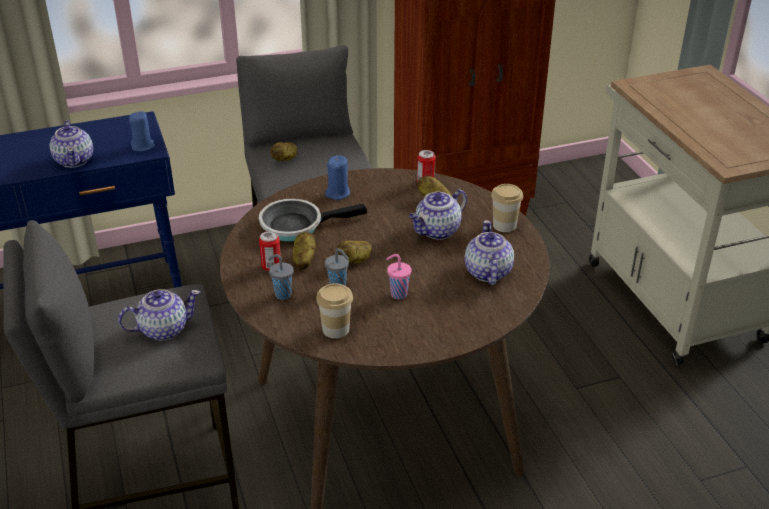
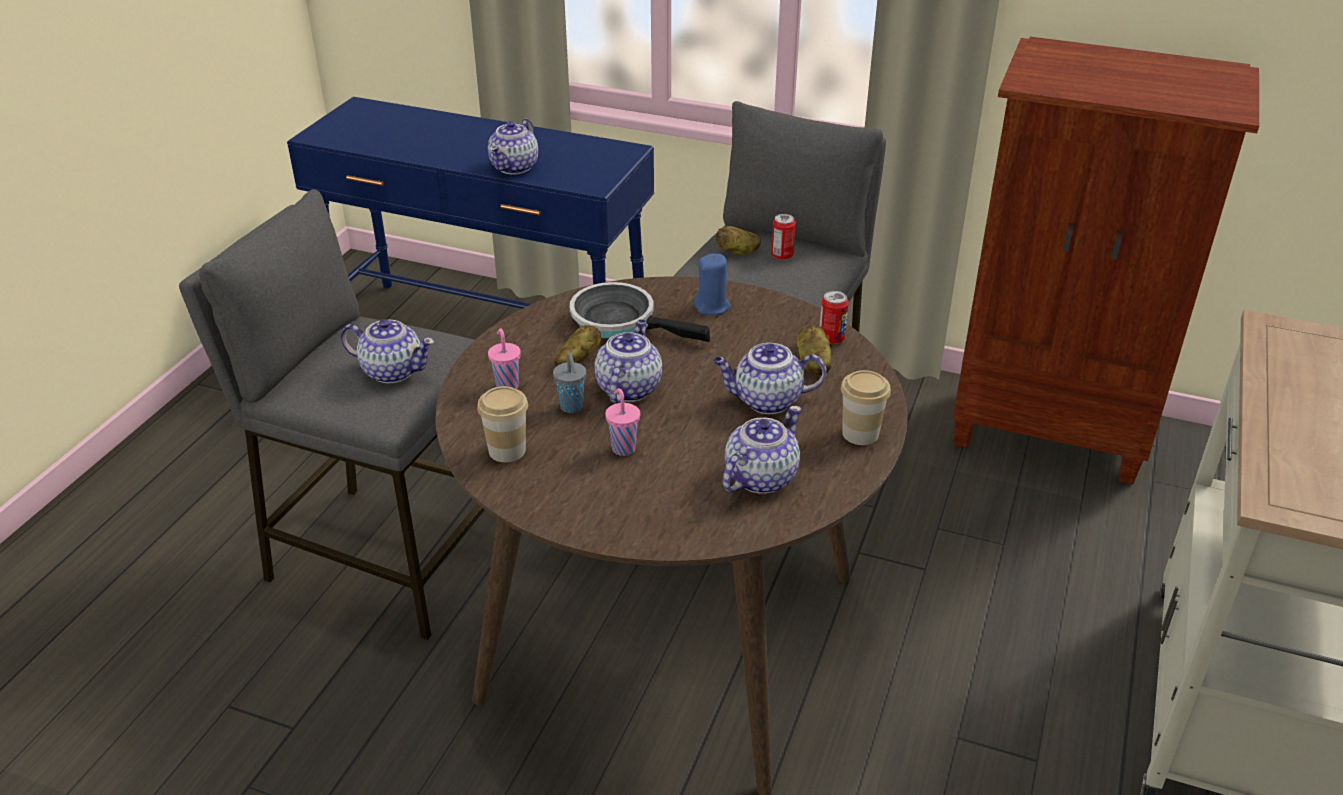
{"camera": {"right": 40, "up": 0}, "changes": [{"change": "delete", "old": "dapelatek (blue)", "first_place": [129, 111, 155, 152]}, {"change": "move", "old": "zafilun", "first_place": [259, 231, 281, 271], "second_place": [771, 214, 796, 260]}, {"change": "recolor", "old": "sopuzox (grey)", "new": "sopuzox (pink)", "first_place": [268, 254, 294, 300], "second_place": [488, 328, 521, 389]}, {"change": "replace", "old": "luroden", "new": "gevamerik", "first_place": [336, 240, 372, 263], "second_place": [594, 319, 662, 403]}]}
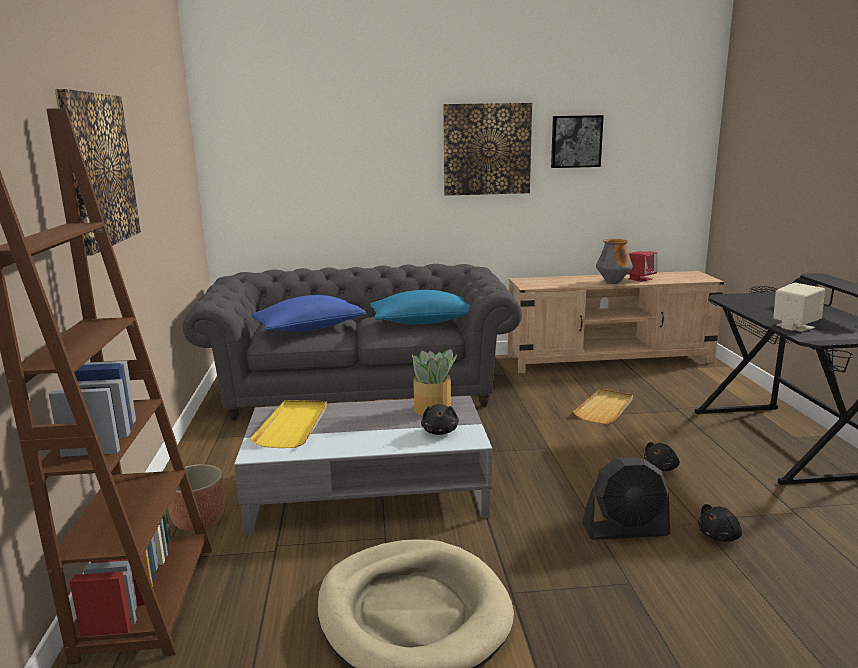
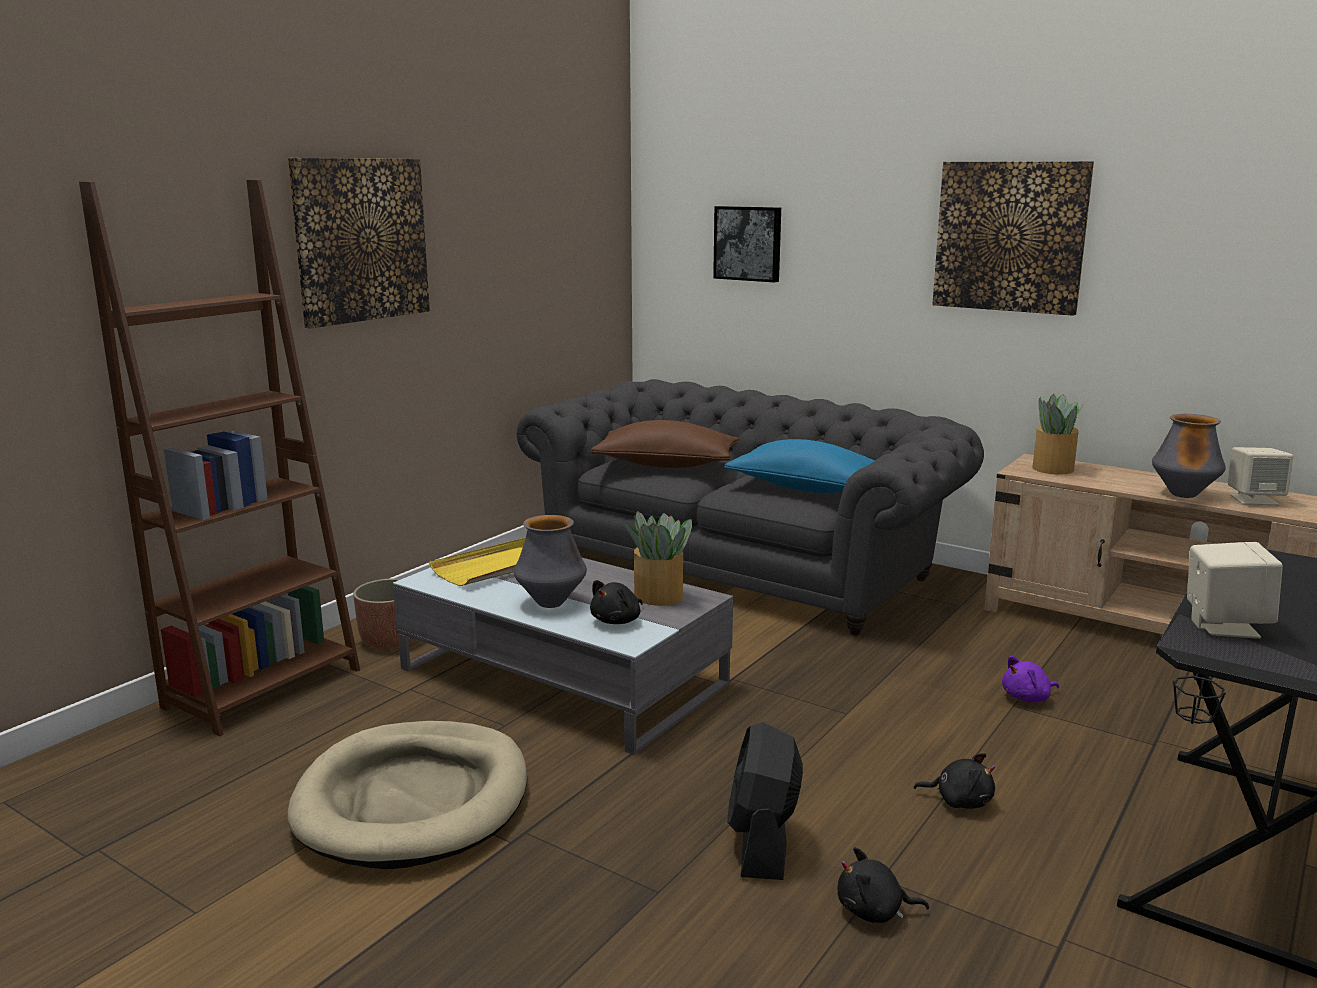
{"camera": {"right": 40, "up": 0}, "changes": [{"change": "recolor", "old": "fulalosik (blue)", "new": "fulalosik (brown)", "first_place": [251, 295, 366, 332], "second_place": [591, 420, 739, 468]}, {"change": "move", "old": "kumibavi", "first_place": [551, 115, 604, 168], "second_place": [713, 206, 781, 283]}, {"change": "replace", "old": "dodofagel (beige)", "new": "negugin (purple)", "first_place": [573, 389, 633, 424], "second_place": [1002, 656, 1059, 703]}, {"change": "rotate", "old": "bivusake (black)", "first_place": [582, 457, 670, 540], "second_place": [727, 722, 803, 880], "degrees": 60}, {"change": "recolor", "old": "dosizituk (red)", "new": "dosizituk (beige)", "first_place": [628, 251, 657, 282], "second_place": [1228, 447, 1293, 505]}, {"change": "rotate", "old": "negugin (black)", "first_place": [644, 442, 680, 471], "second_place": [914, 753, 995, 809], "degrees": -150}, {"change": "insert", "new": "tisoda", "second_place": [514, 515, 587, 608]}, {"change": "insert", "new": "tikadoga", "second_place": [1032, 394, 1084, 475]}]}
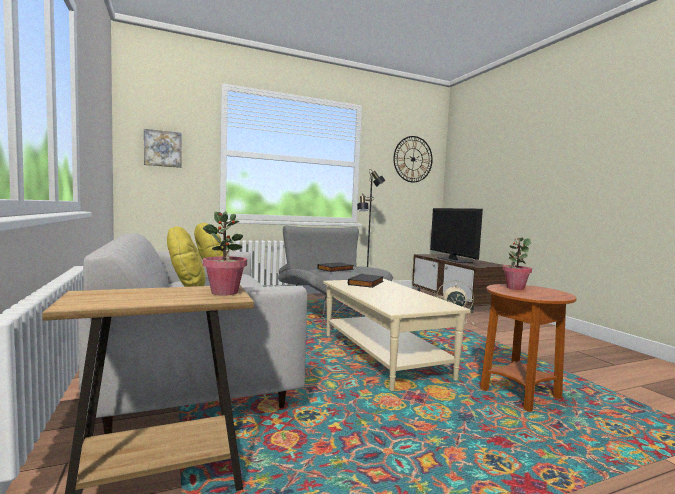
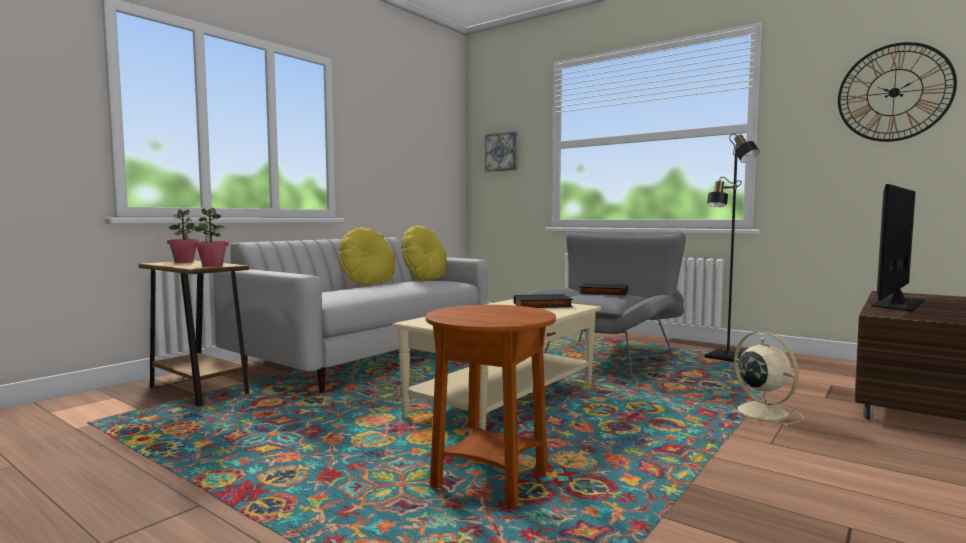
{"camera": {"right": 60, "up": 0}, "changes": [{"change": "move", "old": "tikadoga", "first_place": [502, 238, 532, 290], "second_place": [167, 208, 199, 262]}]}
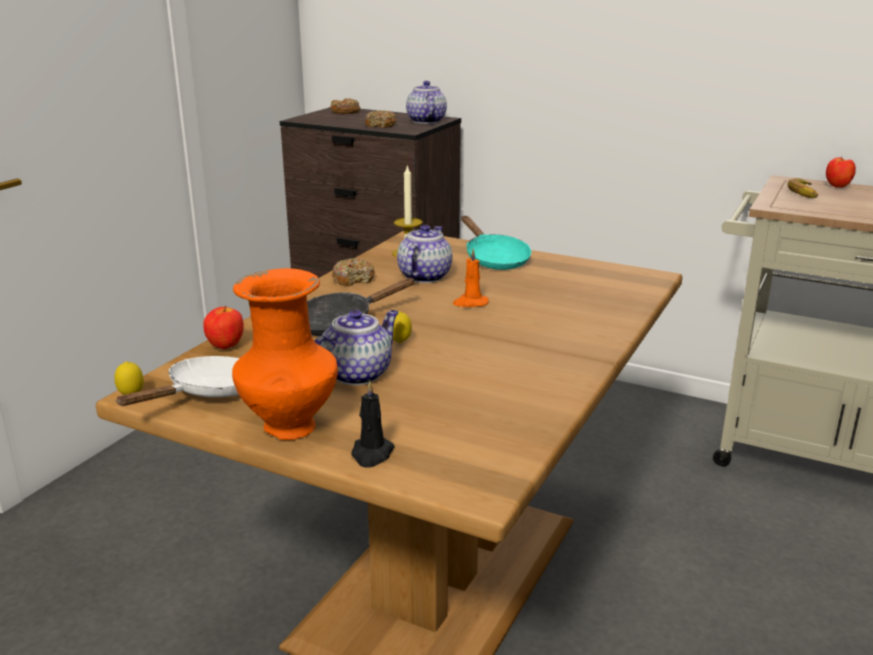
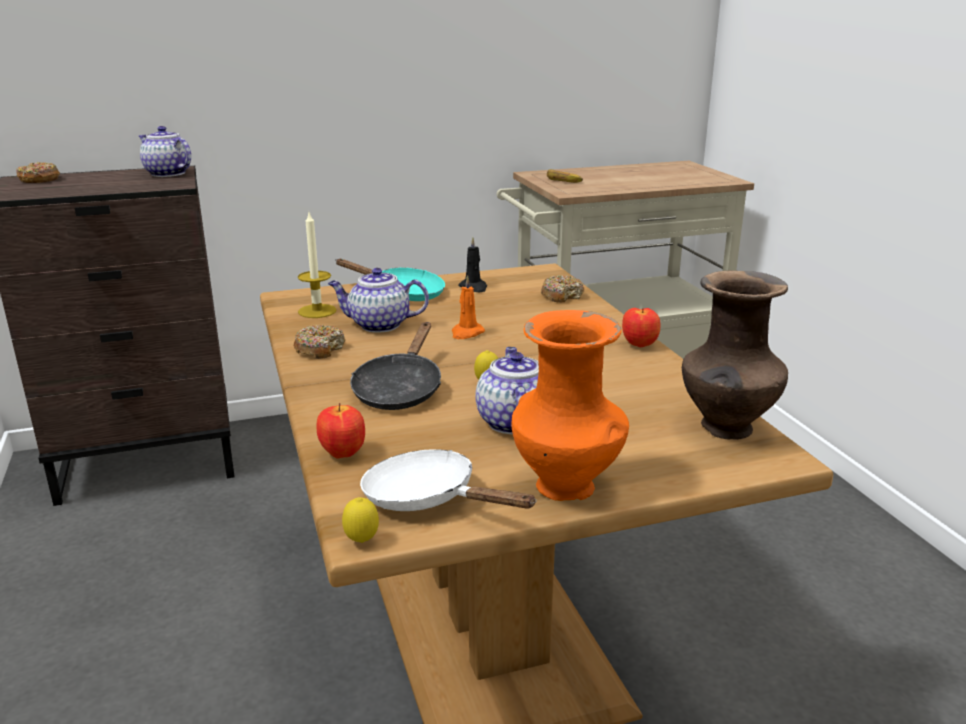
{"camera": {"right": -45, "up": 0}, "changes": [{"change": "rotate", "old": "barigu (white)", "first_place": [115, 356, 239, 406], "second_place": [360, 449, 537, 511], "degrees": -45}, {"change": "move", "old": "dapelatek (black)", "first_place": [351, 381, 395, 468], "second_place": [458, 237, 487, 292]}, {"change": "move", "old": "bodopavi", "first_place": [365, 110, 396, 128], "second_place": [541, 275, 584, 303]}, {"change": "rotate", "old": "gevamerik", "first_place": [397, 225, 452, 283], "second_place": [328, 268, 429, 333], "degrees": -60}, {"change": "move", "old": "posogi", "first_place": [826, 157, 856, 188], "second_place": [622, 308, 661, 347]}, {"change": "insert", "new": "tisoda (brown)", "second_place": [682, 271, 788, 440]}]}
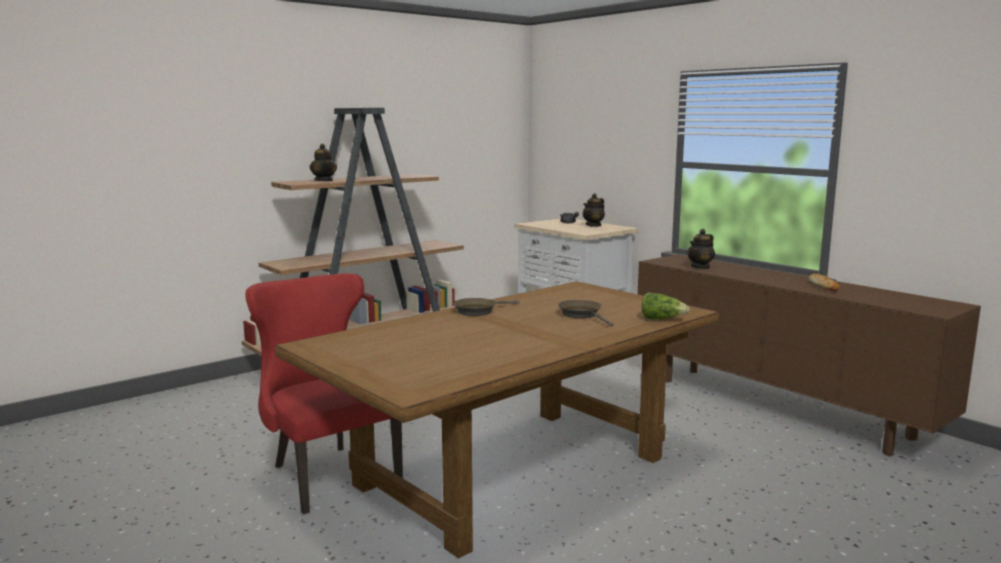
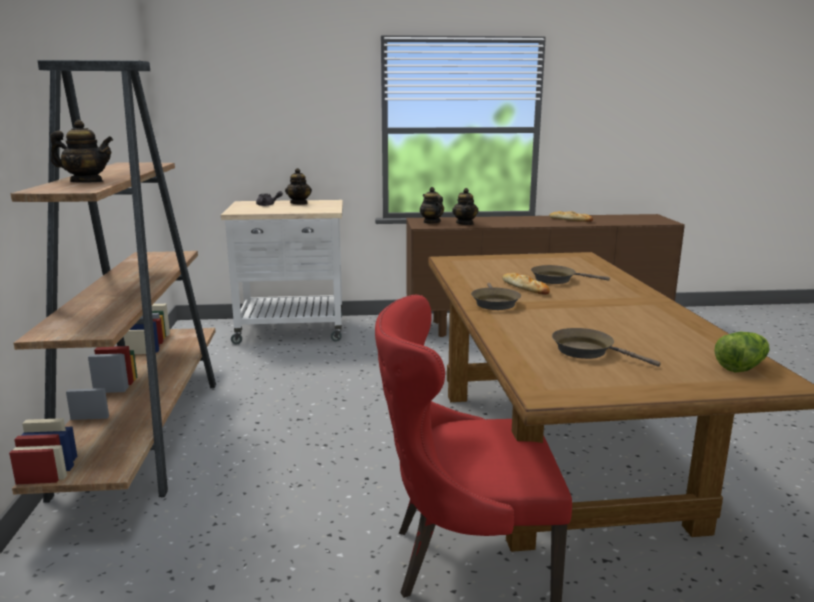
{"camera": {"right": -55, "up": 5}, "changes": [{"change": "move", "old": "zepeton", "first_place": [642, 292, 690, 320], "second_place": [714, 332, 769, 372]}, {"change": "insert", "new": "gevamerik", "second_place": [420, 187, 444, 224]}, {"change": "insert", "new": "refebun", "second_place": [502, 273, 550, 295]}, {"change": "insert", "new": "barigu (brown)", "second_place": [552, 328, 661, 367]}]}
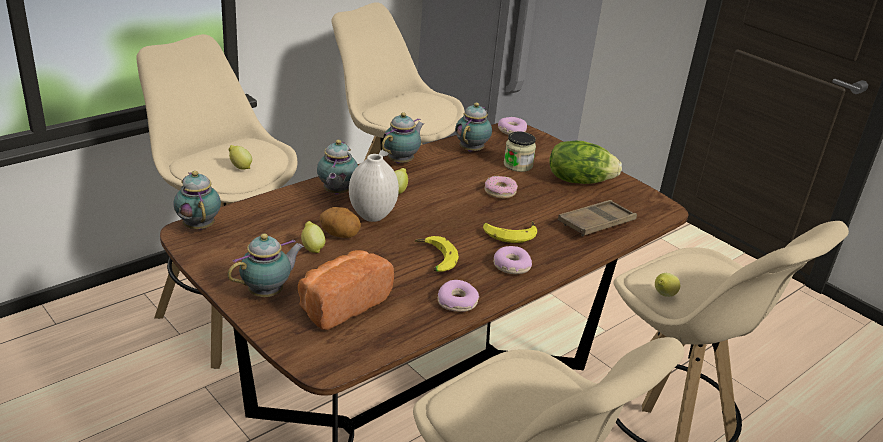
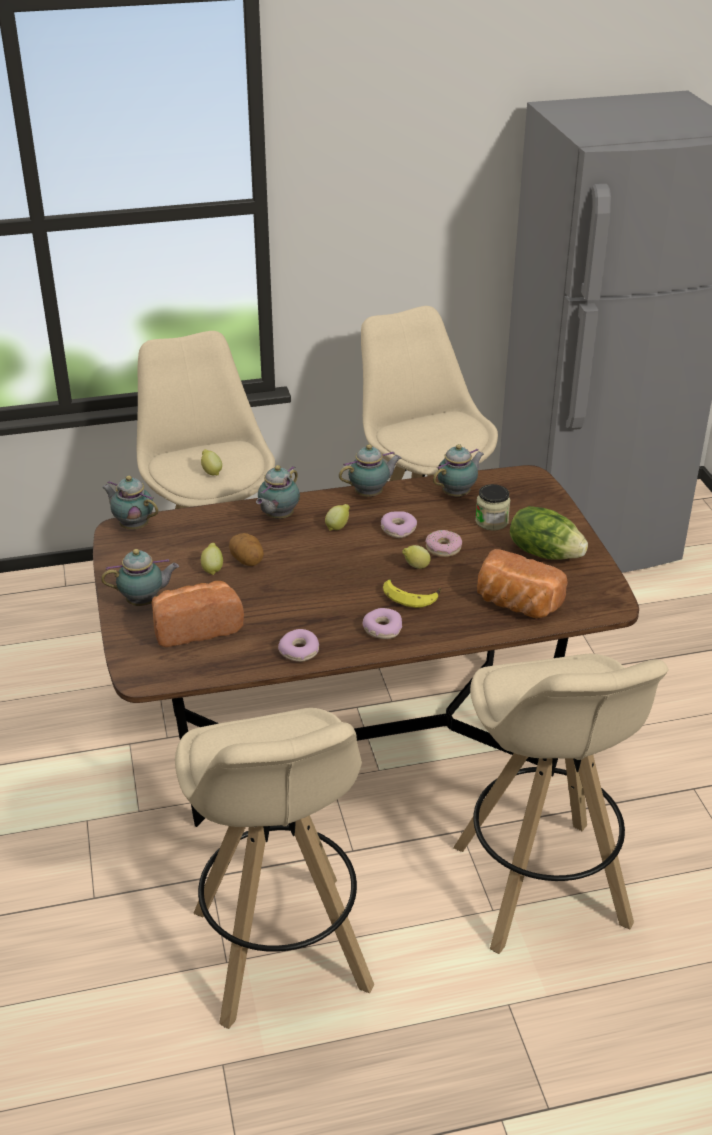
{"camera": {"right": 30, "up": 5}, "changes": [{"change": "rotate", "old": "gevamerik", "first_place": [173, 171, 221, 230], "second_place": [102, 476, 159, 529], "degrees": -60}, {"change": "delete", "old": "tisoda (white)", "first_place": [349, 154, 399, 222]}, {"change": "delete", "old": "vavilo", "first_place": [415, 236, 459, 272]}, {"change": "move", "old": "bodopavi", "first_place": [498, 117, 527, 135], "second_place": [381, 511, 417, 538]}, {"change": "replace", "old": "dodofagel (brown)", "new": "refebun", "first_place": [558, 200, 637, 236], "second_place": [477, 549, 568, 618]}, {"change": "move", "old": "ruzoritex", "first_place": [655, 273, 680, 297], "second_place": [402, 545, 431, 569]}]}
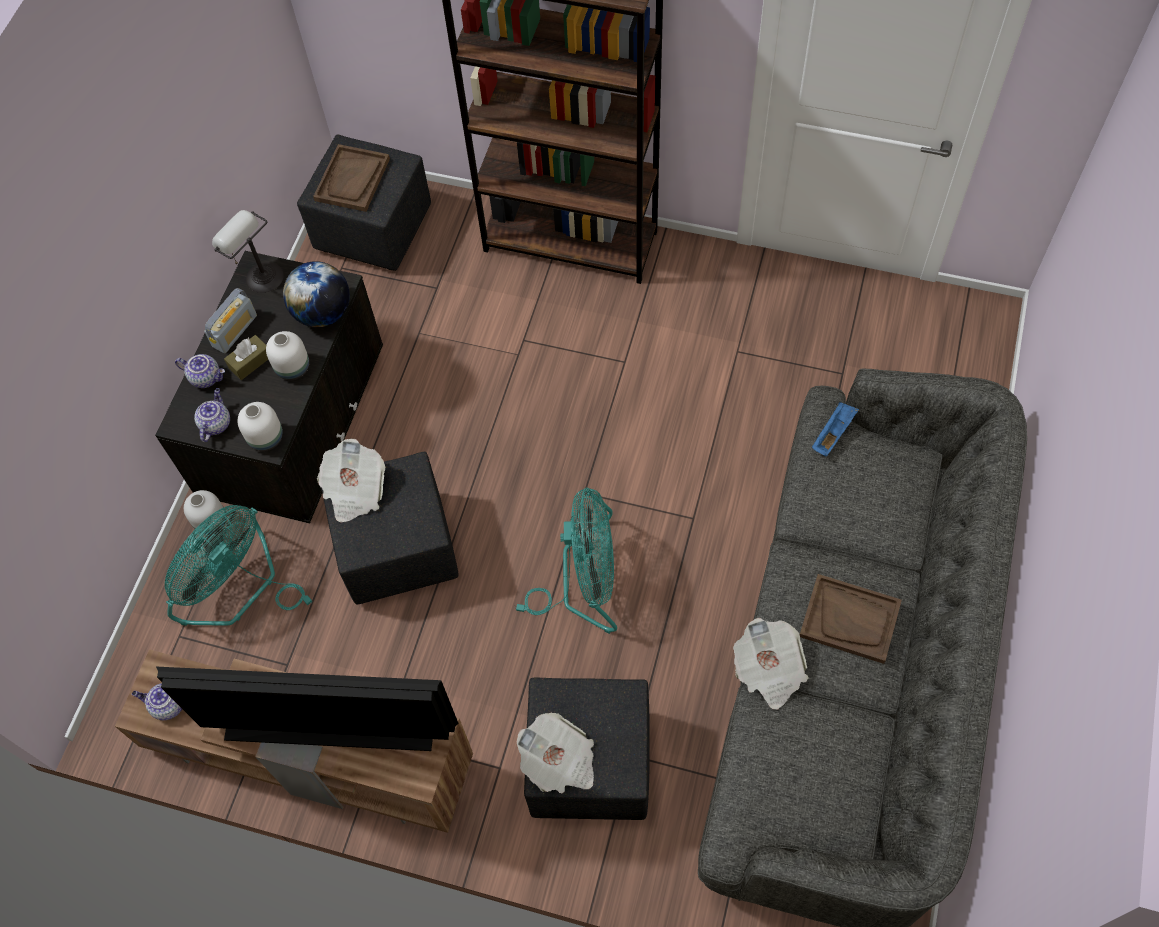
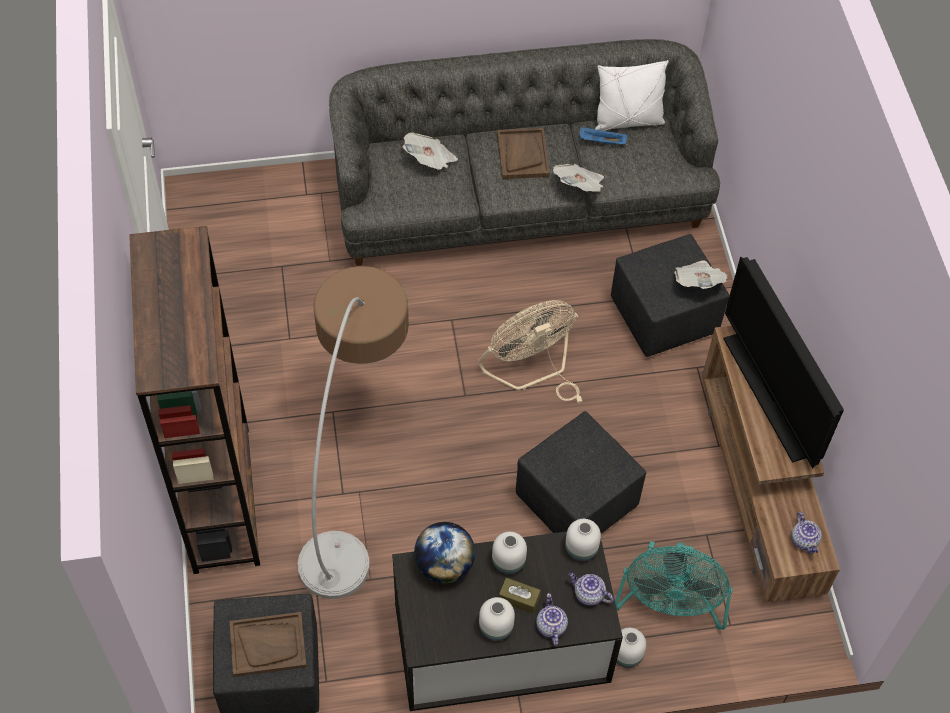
{"camera": {"right": -120, "up": -5}, "changes": [{"change": "rotate", "old": "gevamerik", "first_place": [194, 388, 230, 442], "second_place": [568, 572, 614, 606], "degrees": 45}, {"change": "replace", "old": "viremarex", "new": "tisoda (white)", "first_place": [204, 288, 257, 353], "second_place": [479, 597, 515, 641]}, {"change": "delete", "old": "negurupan", "first_place": [212, 210, 284, 293]}, {"change": "move", "old": "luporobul", "first_place": [317, 439, 386, 523], "second_place": [402, 132, 458, 170]}, {"change": "recolor", "old": "bivusake (turquoise)", "new": "bivusake (beige)", "first_place": [514, 487, 617, 634], "second_place": [478, 300, 582, 404]}, {"change": "move", "old": "dodofagel (blue)", "first_place": [812, 402, 859, 457], "second_place": [580, 127, 628, 145]}, {"change": "insert", "new": "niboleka", "second_place": [298, 266, 409, 599]}, {"change": "insert", "new": "fulalosik (white)", "second_place": [595, 60, 669, 131]}]}
